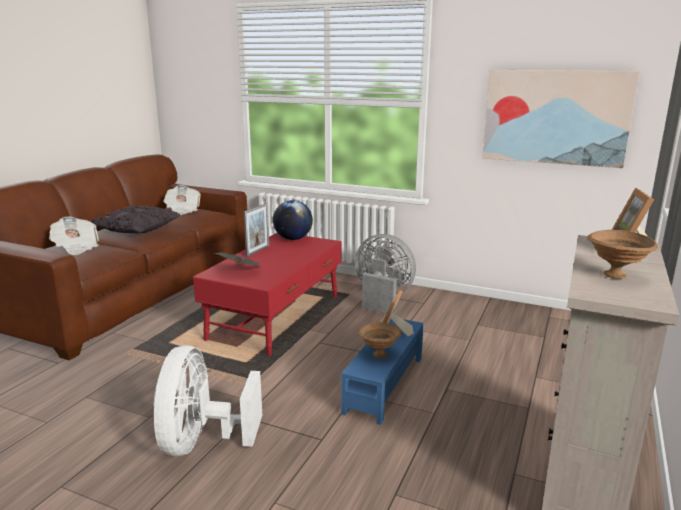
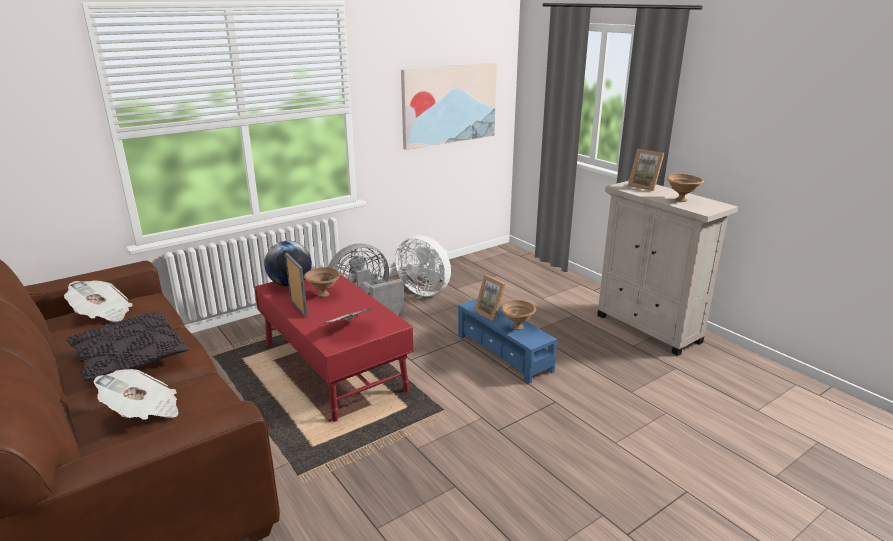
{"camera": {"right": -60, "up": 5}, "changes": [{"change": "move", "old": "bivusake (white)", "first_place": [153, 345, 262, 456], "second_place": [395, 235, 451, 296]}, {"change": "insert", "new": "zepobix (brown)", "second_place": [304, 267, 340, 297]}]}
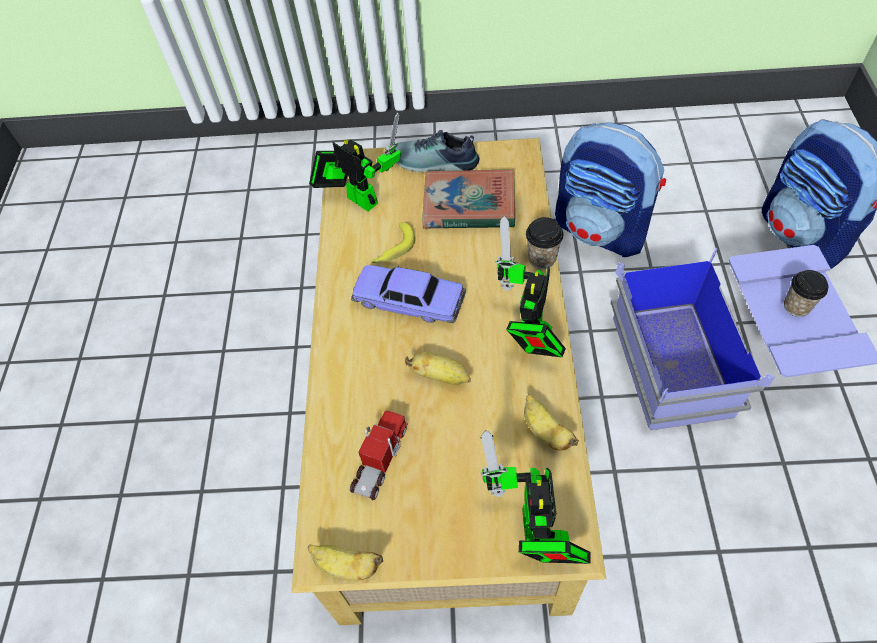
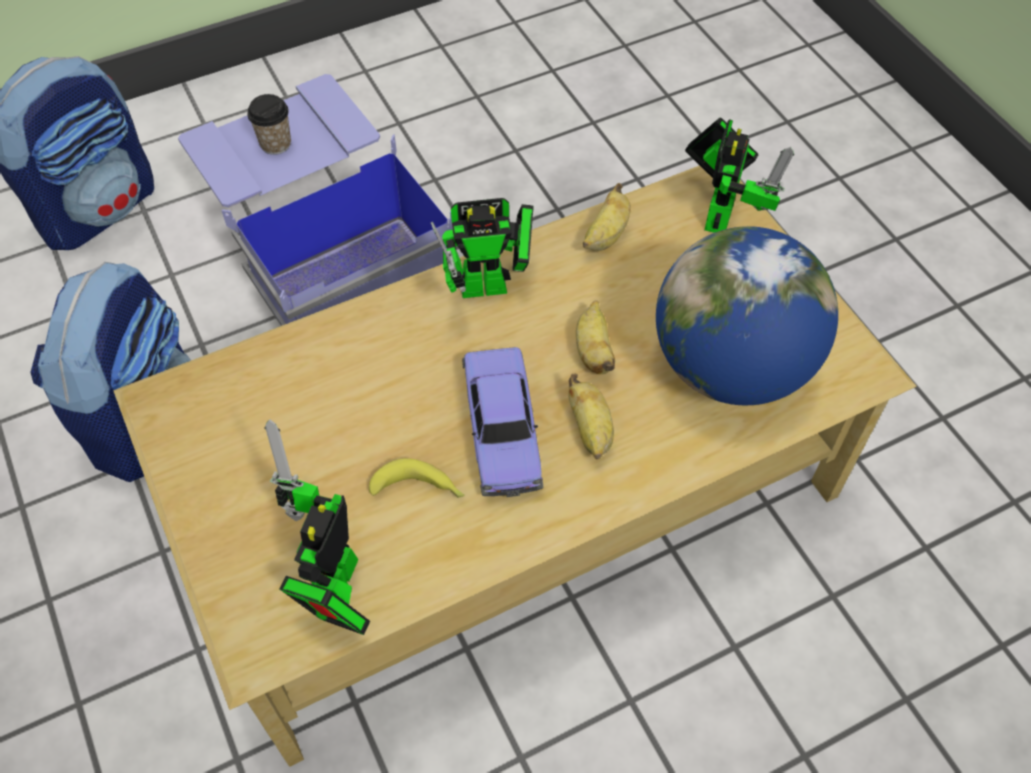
{"camera": {"right": -120, "up": 0}, "changes": [{"change": "move", "old": "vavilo", "first_place": [308, 545, 383, 581], "second_place": [568, 374, 614, 459]}, {"change": "replace", "old": "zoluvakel", "new": "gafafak", "first_place": [350, 410, 408, 501], "second_place": [656, 226, 838, 406]}, {"change": "delete", "old": "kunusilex", "first_place": [395, 130, 479, 172]}, {"change": "delete", "old": "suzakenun", "first_place": [422, 169, 515, 228]}, {"change": "rotate", "old": "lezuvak", "first_place": [480, 430, 591, 564], "second_place": [685, 118, 794, 233], "degrees": -45}, {"change": "delete", "old": "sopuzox", "first_place": [526, 217, 563, 269]}]}
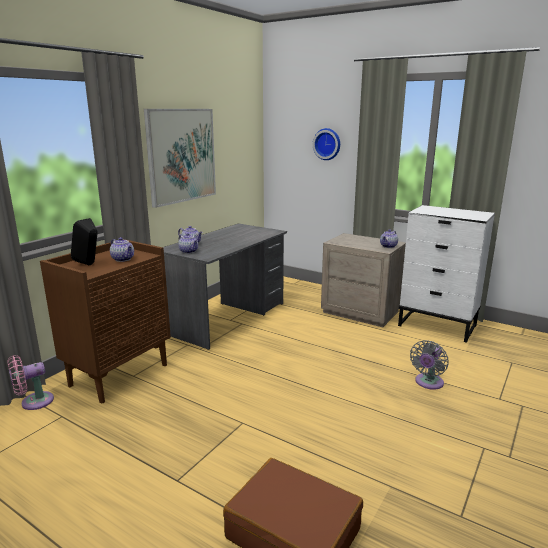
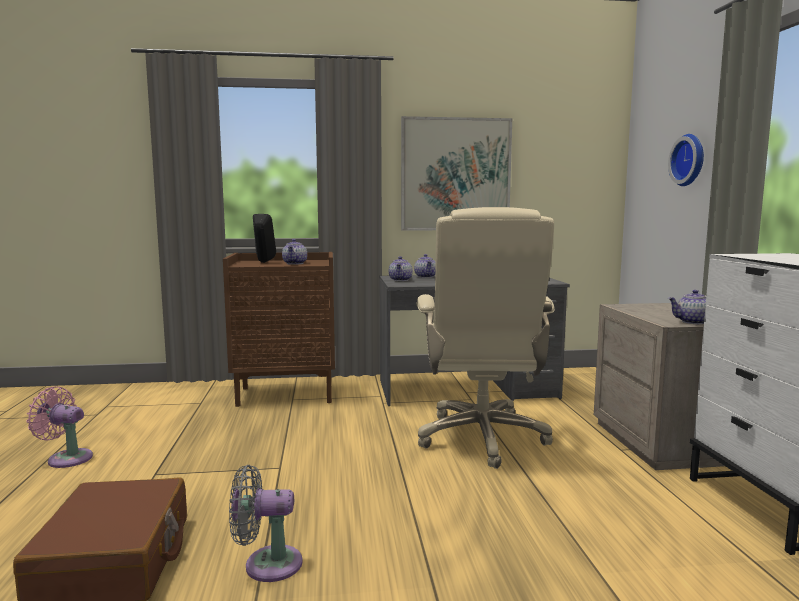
{"camera": {"right": 50, "up": -10}, "changes": [{"change": "move", "old": "bivusake (pink)", "first_place": [8, 355, 54, 410], "second_place": [26, 386, 93, 468]}, {"change": "move", "old": "bivusake (grey)", "first_place": [410, 340, 449, 390], "second_place": [229, 465, 303, 582]}, {"change": "insert", "new": "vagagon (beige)", "second_place": [416, 207, 555, 469]}]}
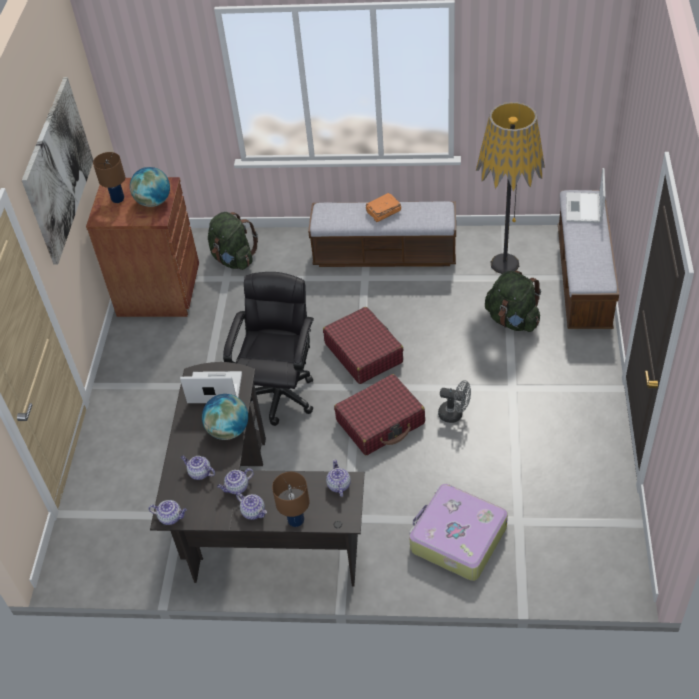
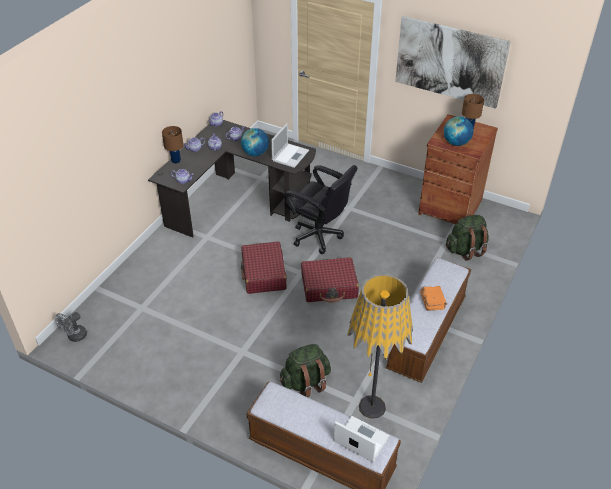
{"camera": {"right": 110, "up": -5}, "changes": [{"change": "delete", "old": "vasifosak", "first_place": [409, 484, 508, 581]}, {"change": "move", "old": "bivusake (grey)", "first_place": [438, 380, 471, 423], "second_place": [55, 312, 87, 342]}]}
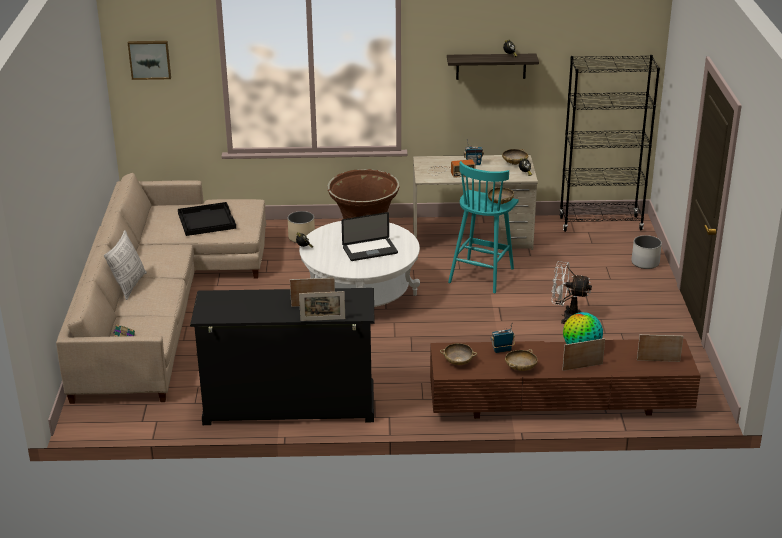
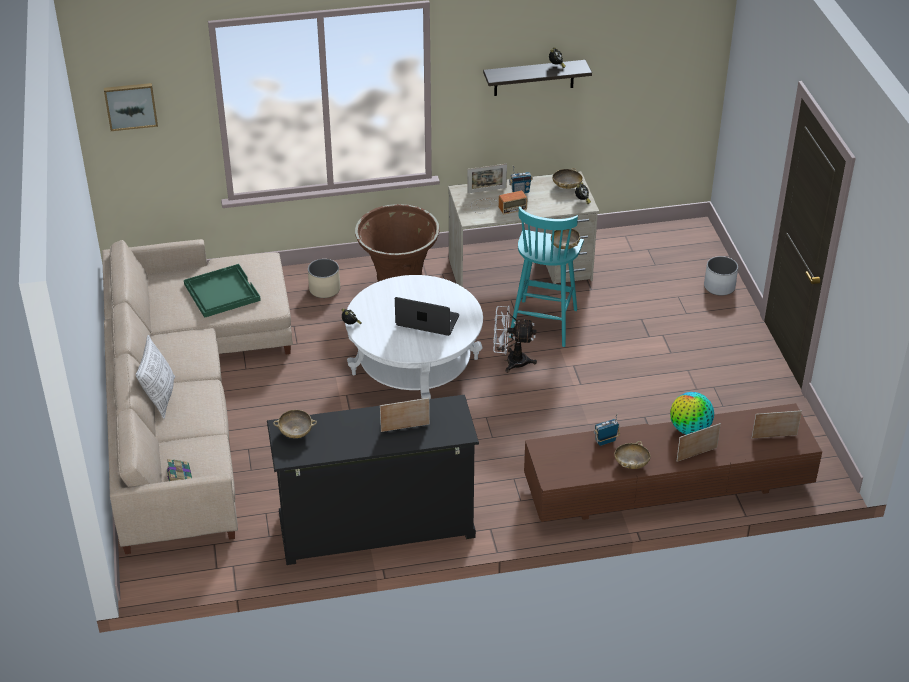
{"camera": {"right": -10, "up": 10}, "changes": [{"change": "recolor", "old": "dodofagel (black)", "new": "dodofagel (green)", "first_place": [178, 202, 236, 236], "second_place": [184, 264, 261, 318]}, {"change": "move", "old": "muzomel", "first_place": [299, 291, 345, 321], "second_place": [467, 164, 507, 193]}, {"change": "rotate", "old": "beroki", "first_place": [342, 212, 398, 261], "second_place": [395, 297, 459, 336], "degrees": -135}, {"change": "move", "old": "zepobix (beige)", "first_place": [440, 343, 477, 365], "second_place": [273, 410, 317, 438]}, {"change": "move", "old": "bivusake (white)", "first_place": [551, 261, 592, 324], "second_place": [493, 305, 537, 373]}, {"change": "delete", "old": "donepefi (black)", "first_place": [559, 55, 660, 232]}]}
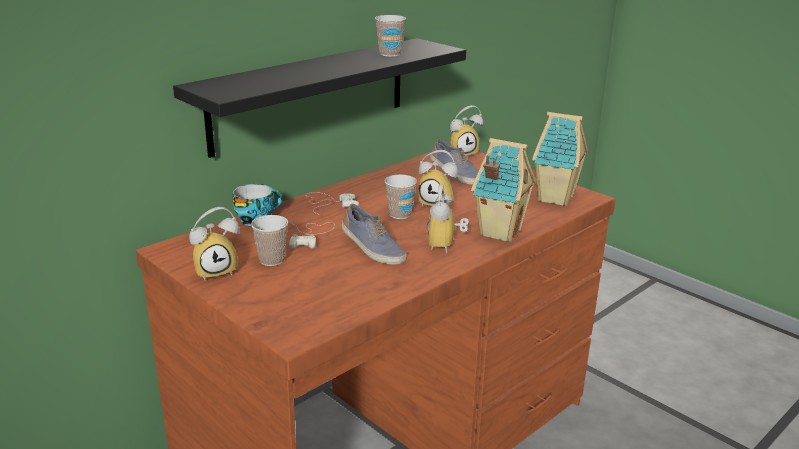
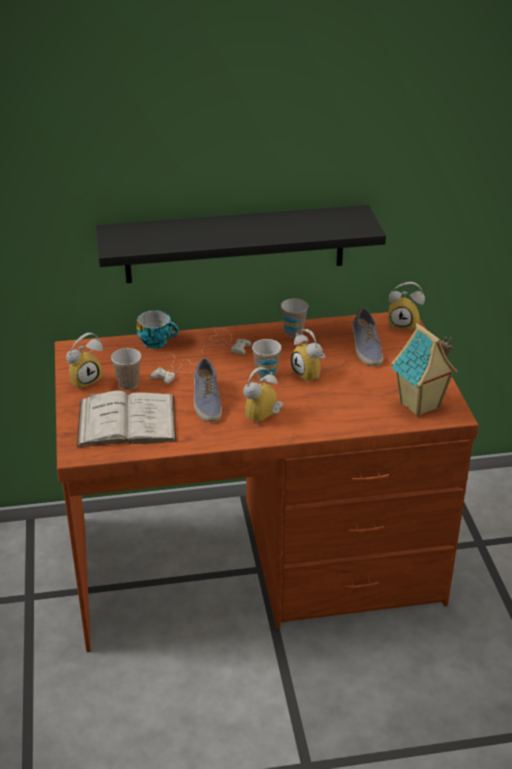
{"camera": {"right": 35, "up": 10}, "changes": [{"change": "rotate", "old": "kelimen", "first_place": [189, 207, 239, 281], "second_place": [66, 333, 103, 390], "degrees": -45}, {"change": "move", "old": "sopuzox", "first_place": [375, 15, 406, 57], "second_place": [281, 298, 308, 338]}, {"change": "delete", "old": "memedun", "first_place": [471, 138, 537, 243]}, {"change": "insert", "new": "suzakenun (white)", "second_place": [77, 390, 176, 447]}]}
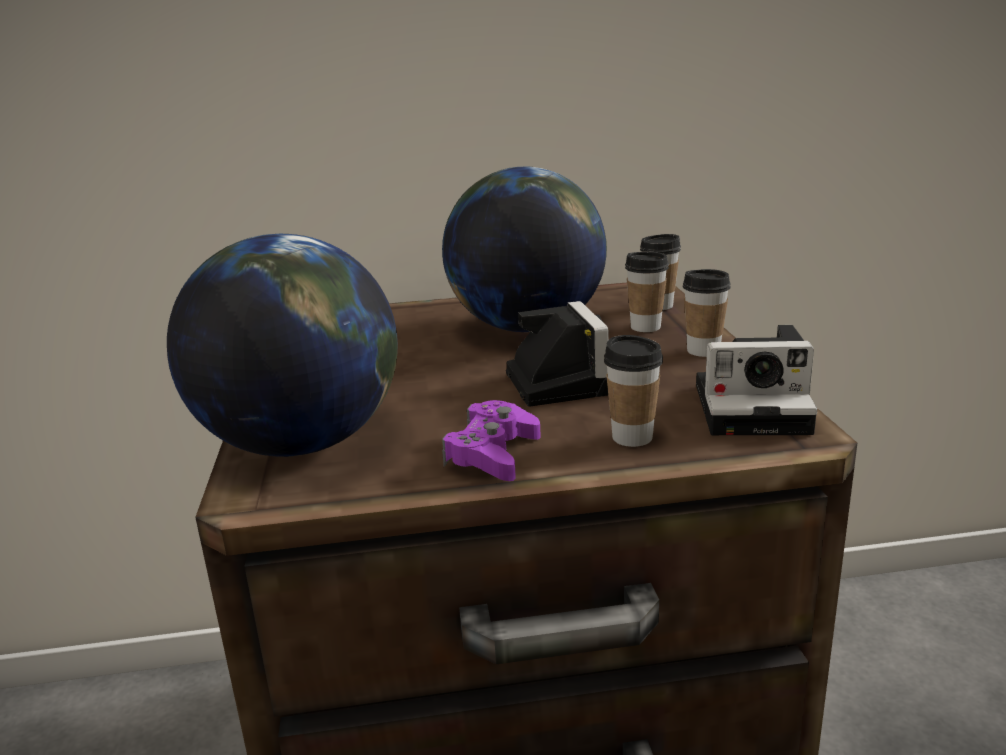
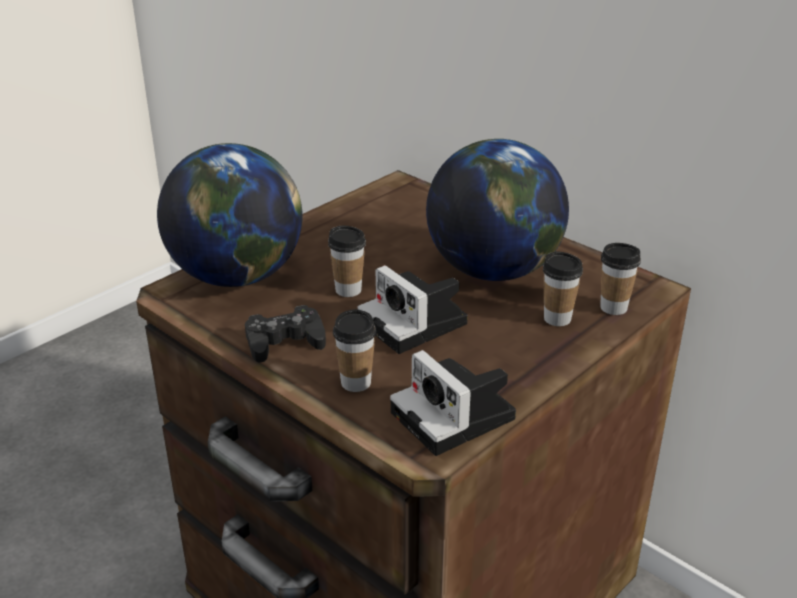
{"camera": {"right": 50, "up": 10}, "changes": [{"change": "recolor", "old": "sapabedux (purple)", "new": "sapabedux (black)", "first_place": [442, 400, 541, 481], "second_place": [245, 305, 326, 363]}, {"change": "rotate", "old": "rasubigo", "first_place": [506, 301, 608, 406], "second_place": [358, 265, 468, 354], "degrees": 105}, {"change": "move", "old": "sopuzox", "first_place": [683, 269, 731, 357], "second_place": [328, 226, 366, 297]}]}
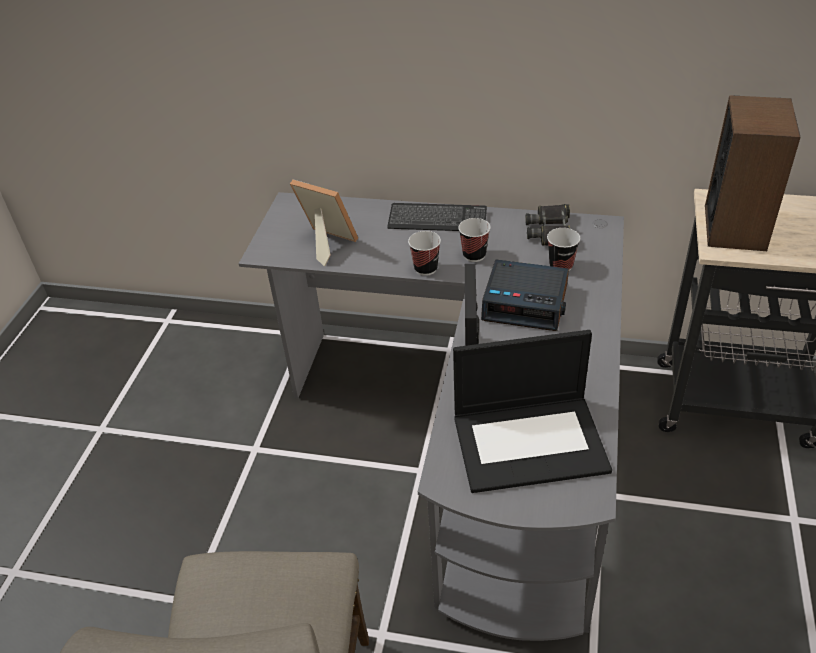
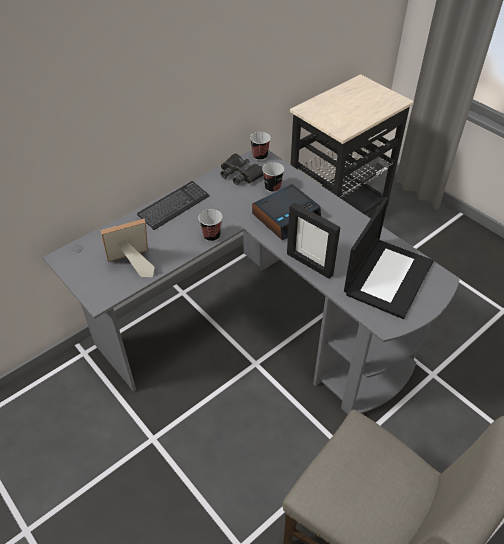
{"camera": {"right": -55, "up": 5}, "changes": [{"change": "move", "old": "sopuzox", "first_place": [458, 218, 491, 262], "second_place": [250, 132, 271, 161]}, {"change": "delete", "old": "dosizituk", "first_place": [705, 95, 801, 251]}]}
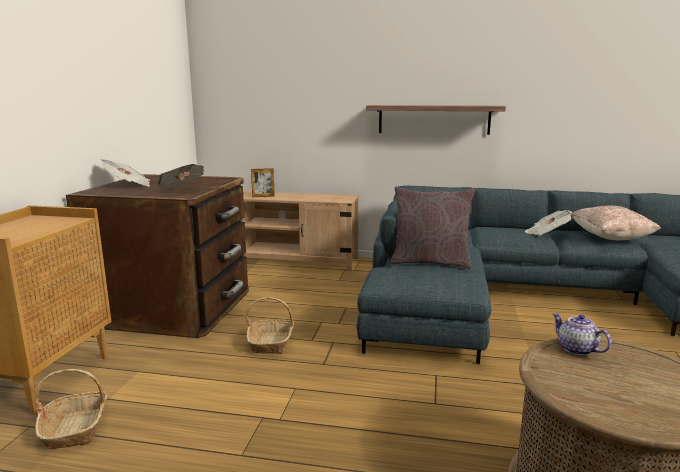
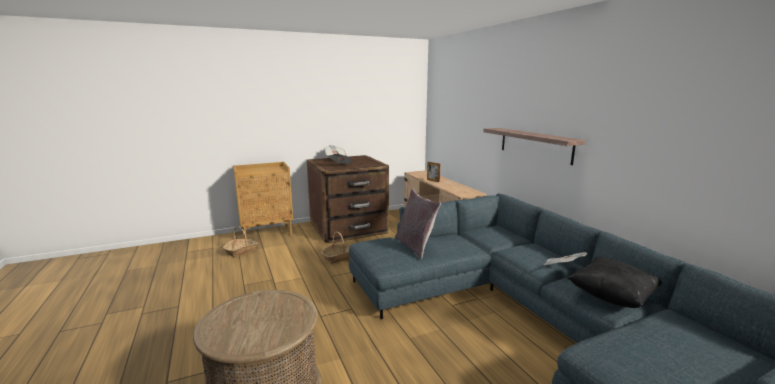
{"camera": {"right": 55, "up": 0}, "changes": [{"change": "delete", "old": "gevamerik", "first_place": [552, 313, 612, 356]}, {"change": "recolor", "old": "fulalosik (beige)", "new": "fulalosik (black)", "first_place": [571, 206, 661, 240], "second_place": [567, 257, 662, 308]}]}
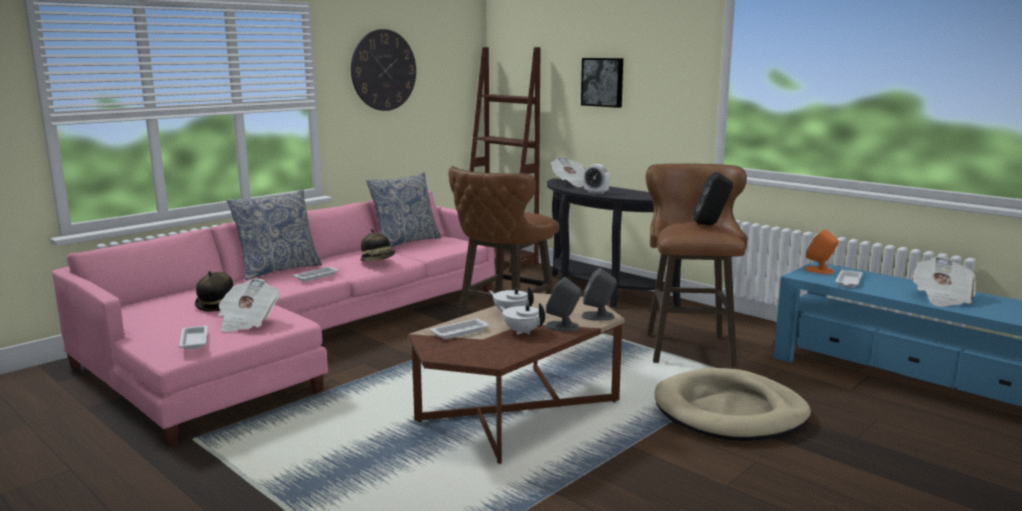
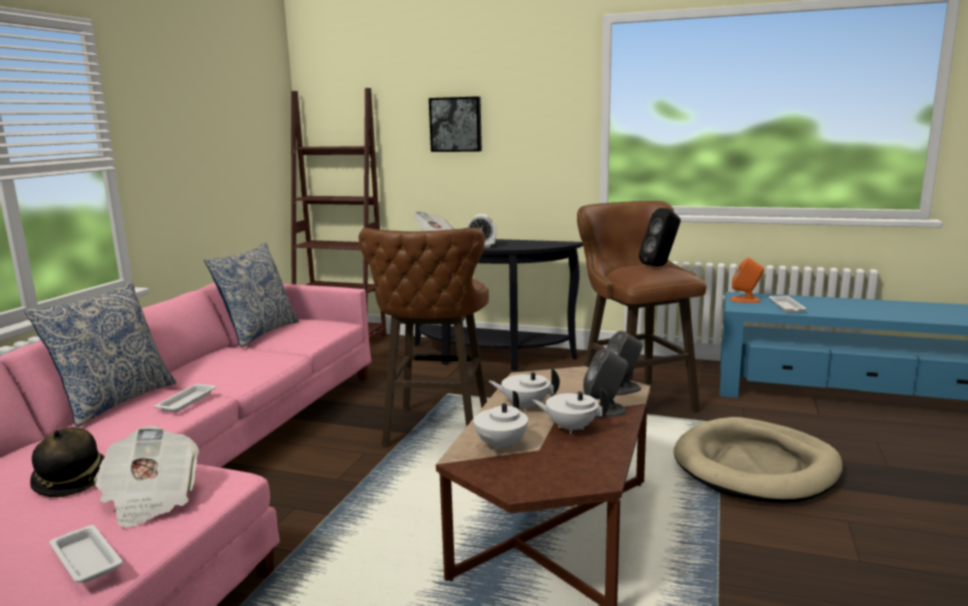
{"camera": {"right": -25, "up": 0}, "changes": [{"change": "delete", "old": "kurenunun", "first_place": [351, 29, 416, 111]}, {"change": "delete", "old": "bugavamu", "first_place": [360, 229, 395, 261]}, {"change": "replace", "old": "dodofagel (white)", "new": "gevamerik (white)", "first_place": [430, 319, 489, 339], "second_place": [473, 391, 528, 452]}, {"change": "delete", "old": "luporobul", "first_place": [911, 257, 977, 307]}]}
